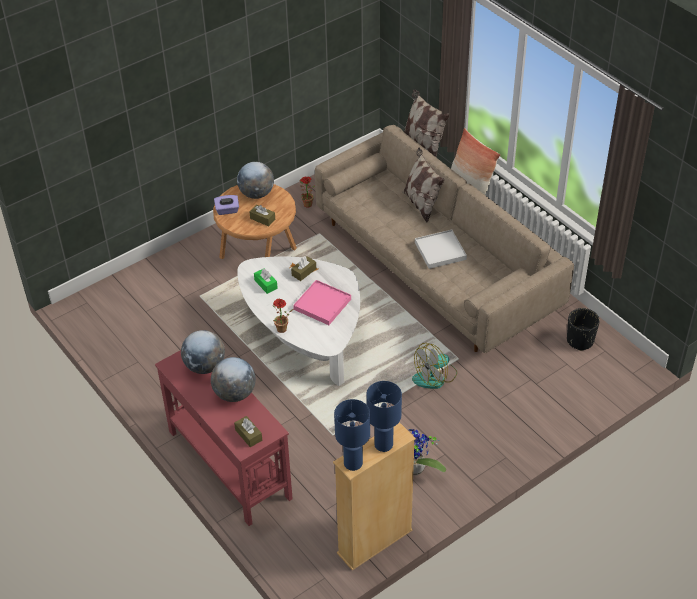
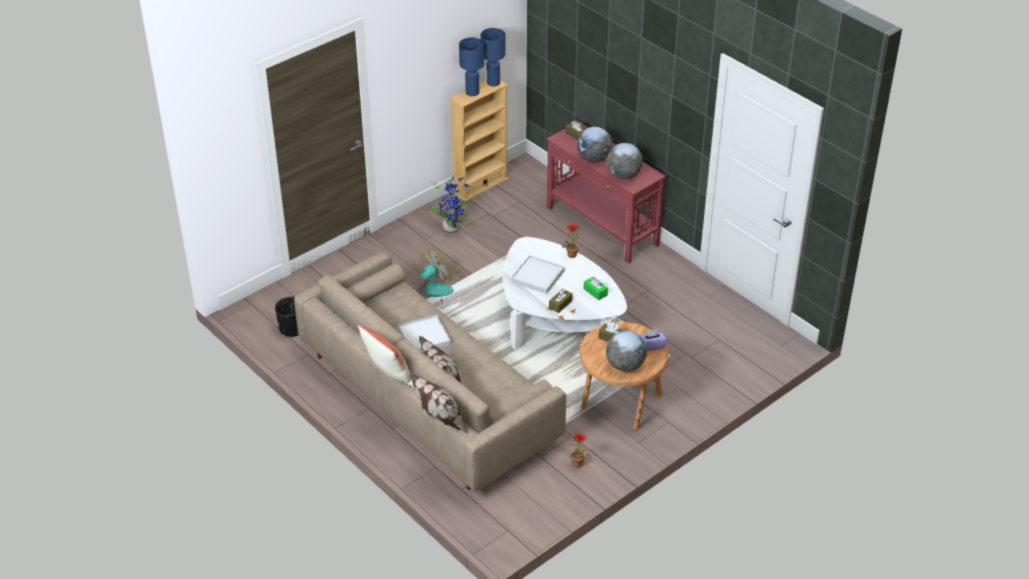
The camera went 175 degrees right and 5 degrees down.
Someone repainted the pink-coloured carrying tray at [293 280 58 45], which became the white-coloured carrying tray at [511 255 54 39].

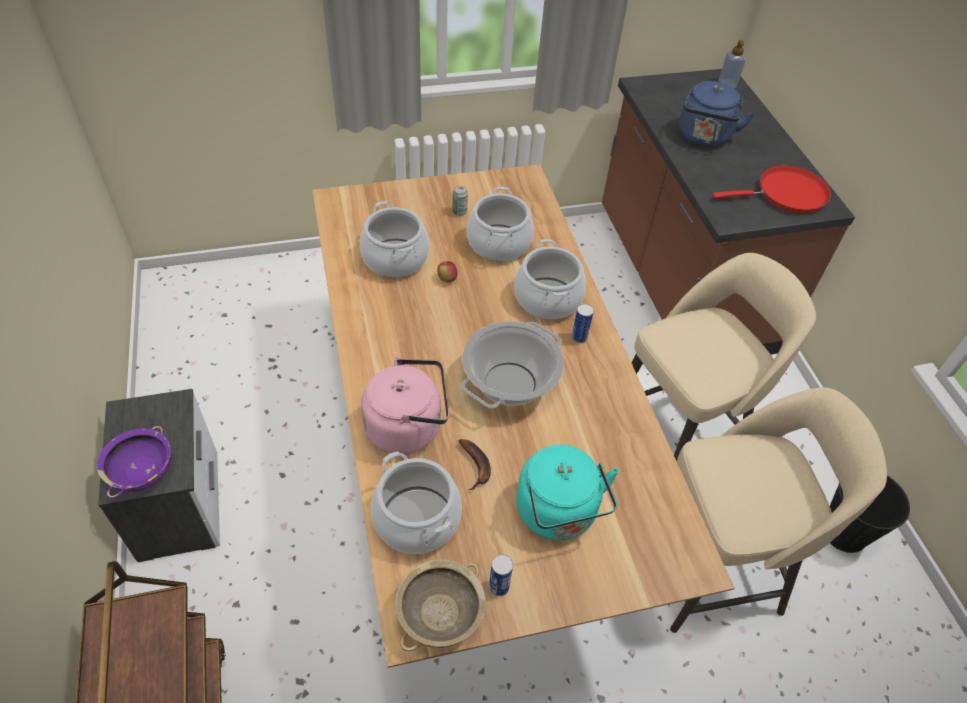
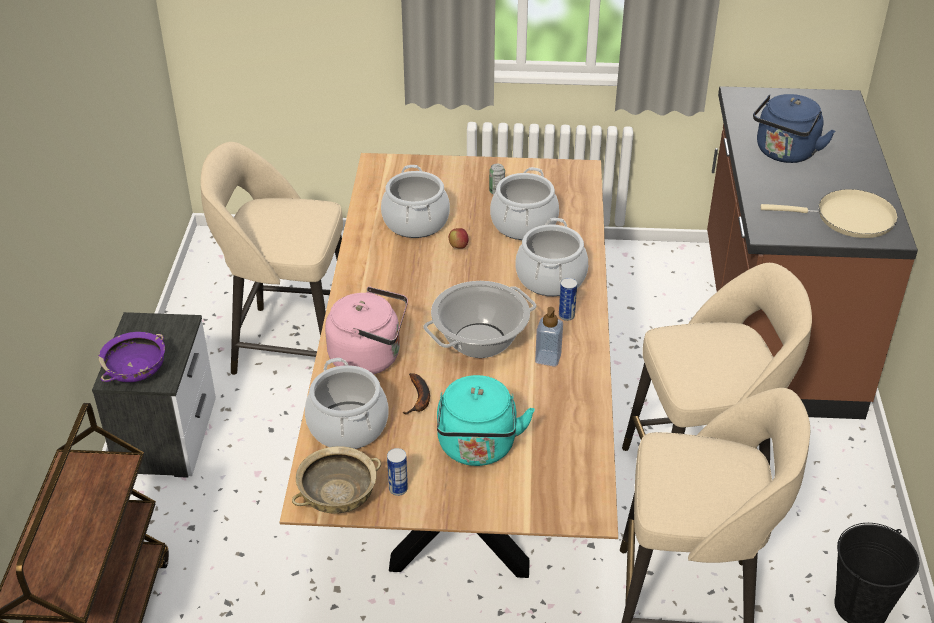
The camera went 20 degrees right and 10 degrees down.
Someone put down the sand-coloured stool seat at [201 142 142 233].
Someone carried the soap dispenser from [719 40 27 48] to [535 307 28 60].
Someone repainted the red-coloured skillet at [713 165 118 48], which became the sand-coloured skillet at [760 189 138 49].

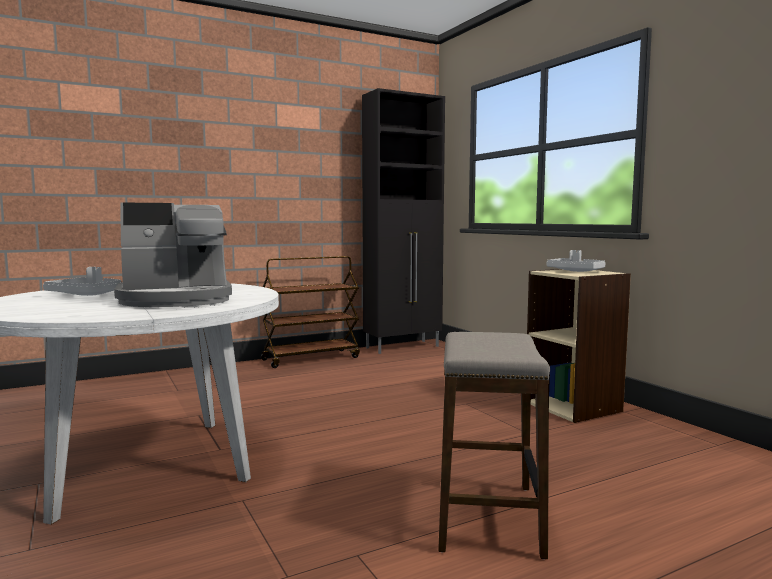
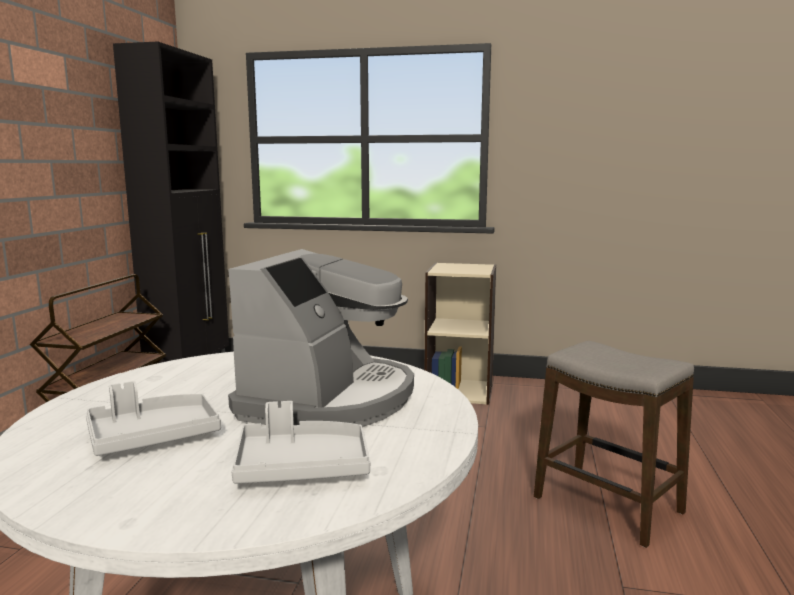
The camera went 50 degrees left and 5 degrees up.
Someone carried the greyish carrying tray from [547 250 58 22] to [231 401 139 83].

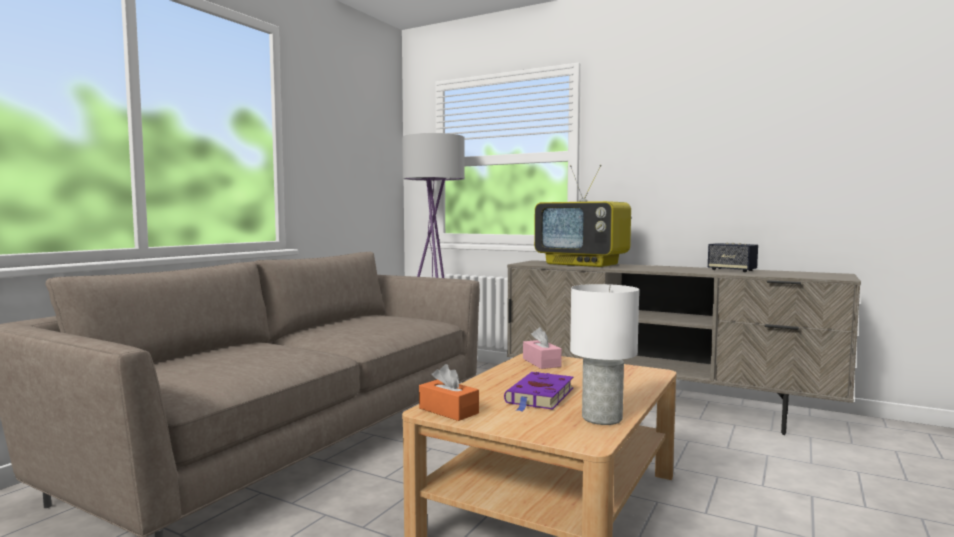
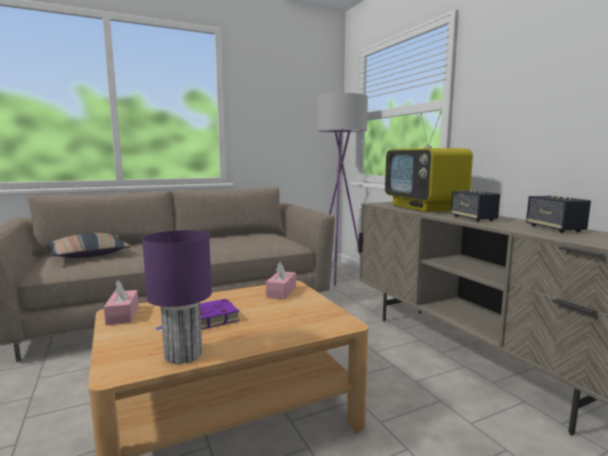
The camera went 35 degrees right and 5 degrees up.
Someone put down the cushion at [47 233 84 25].
Someone put down the speaker at [451 190 49 32].
Someone repainted the orange-coloured tissue box at [419 364 60 57], which became the pink-coloured tissue box at [104 281 35 44].
Someone repainted the white-coloured tabletop lamp at [570 284 69 141], which became the purplish tabletop lamp at [142 230 70 134].

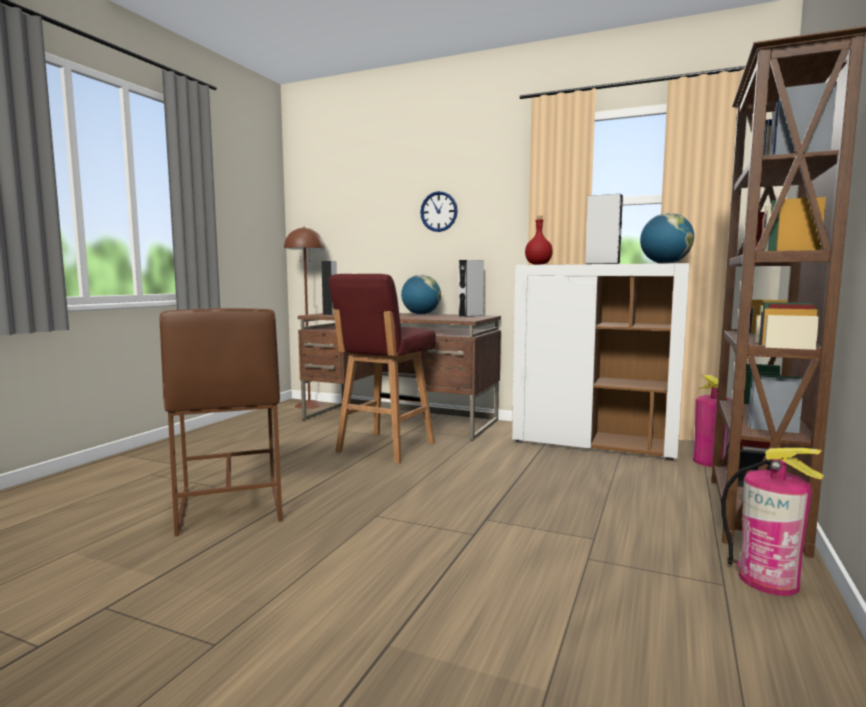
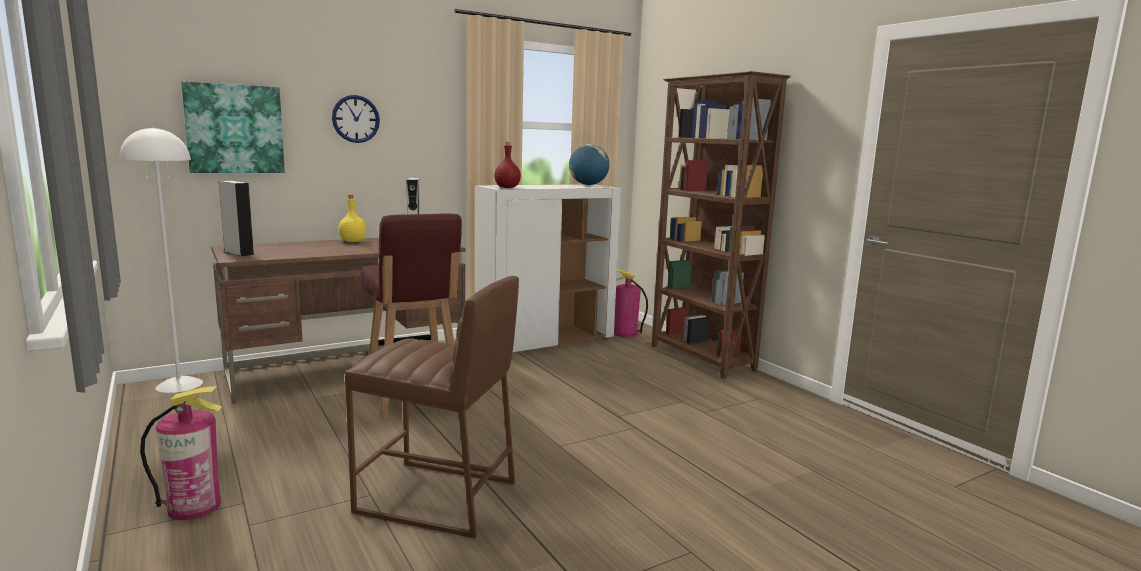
The camera went 55 degrees left and 5 degrees up.
Someone took away the greyish speaker at [585 194 38 70].
Someone put up the wall picture at [181 81 104 92].
Someone carried the fire-fighting cylinder from [721 448 103 148] to [140 386 82 134].
Someone swapped the desk globe at [401 275 40 40] for the yellowish drink bottle at [338 195 28 47].
Someone repainted the brownish standard lamp at [284 227 41 182], which became the white-coloured standard lamp at [120 126 83 267].

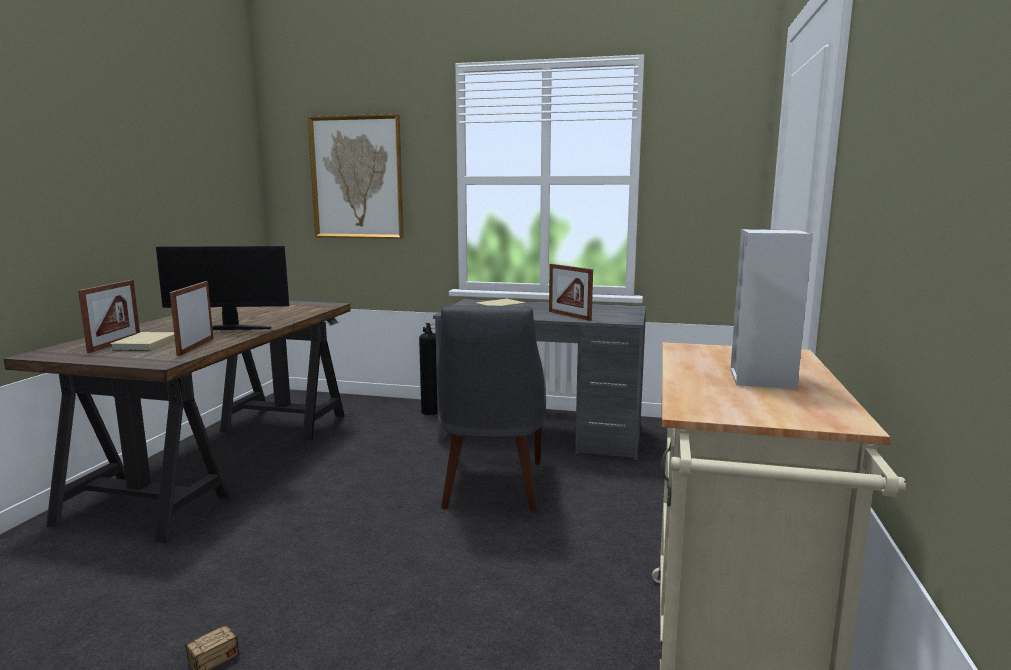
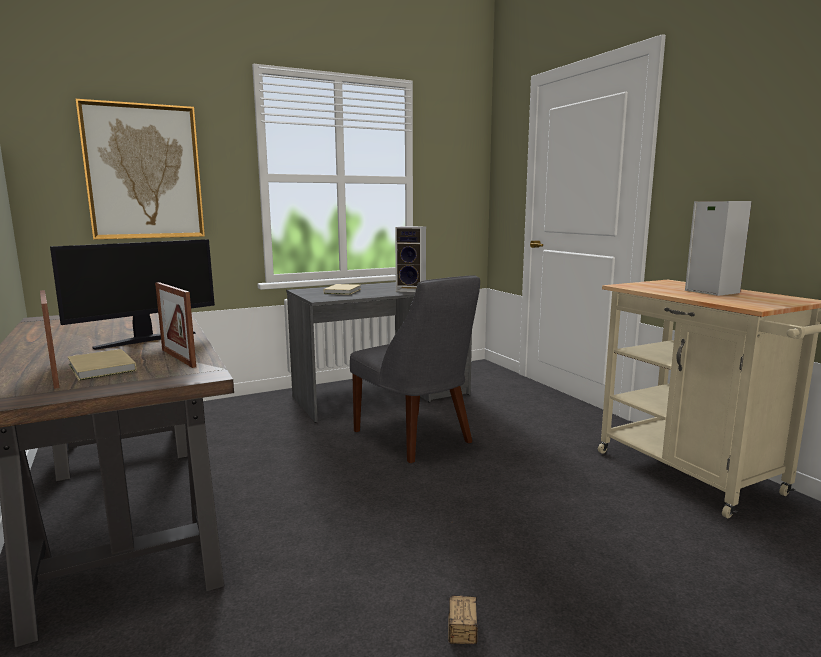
The camera went 40 degrees left and 0 degrees up.
Someone took away the fire-fighting cylinder at [419 323 19 92].
Someone swapped the photo frame at [549 264 44 57] for the speaker at [395 226 31 66].

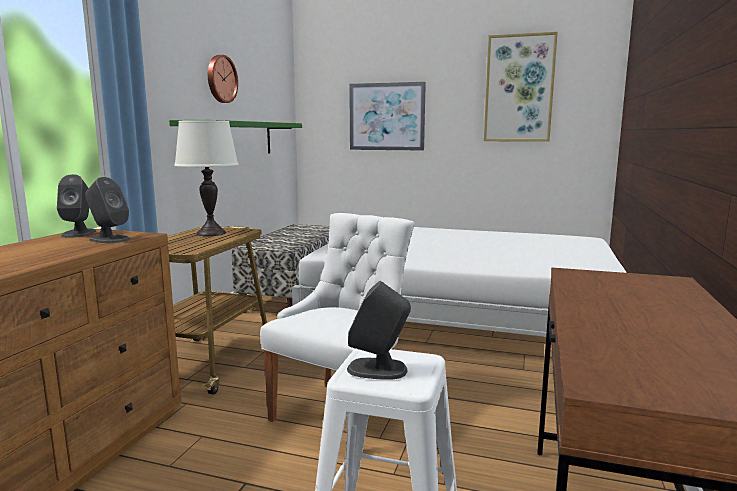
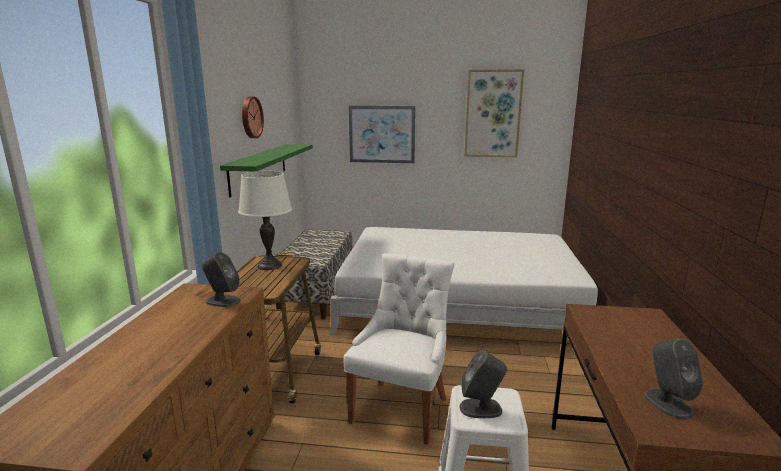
The camera went 10 degrees left and 5 degrees up.
Someone carried the greyish speaker from [57 174 39 64] to [643 339 60 81].

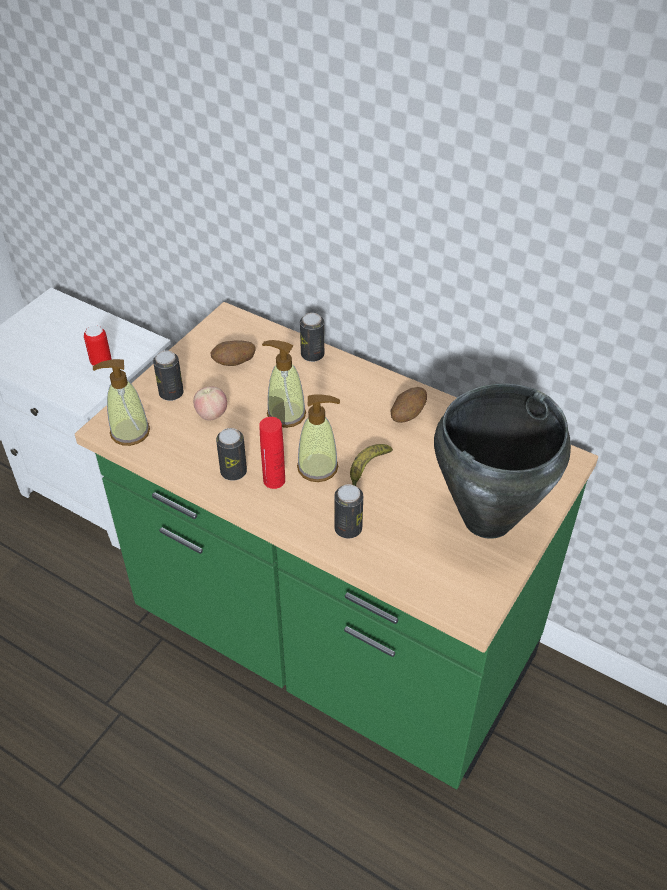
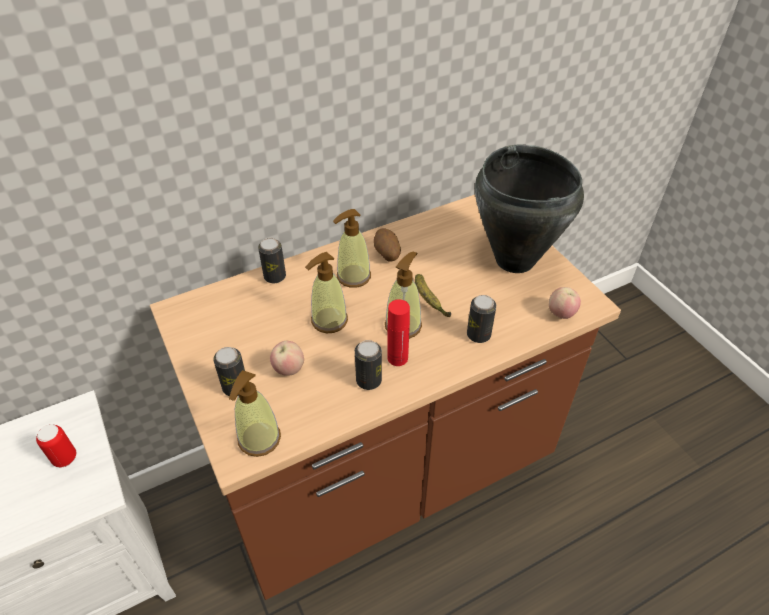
The camera went 60 degrees left and 0 degrees up.
Someone took away the potato at [210 340 46 26].
Someone put down the soap dispenser at [333 209 38 79].
Someone put down the whole apple at [549 287 32 32].
Someone repainted the greenish kitchen base unit at [75 302 523 487], which became the brownish kitchen base unit at [150 195 471 405].

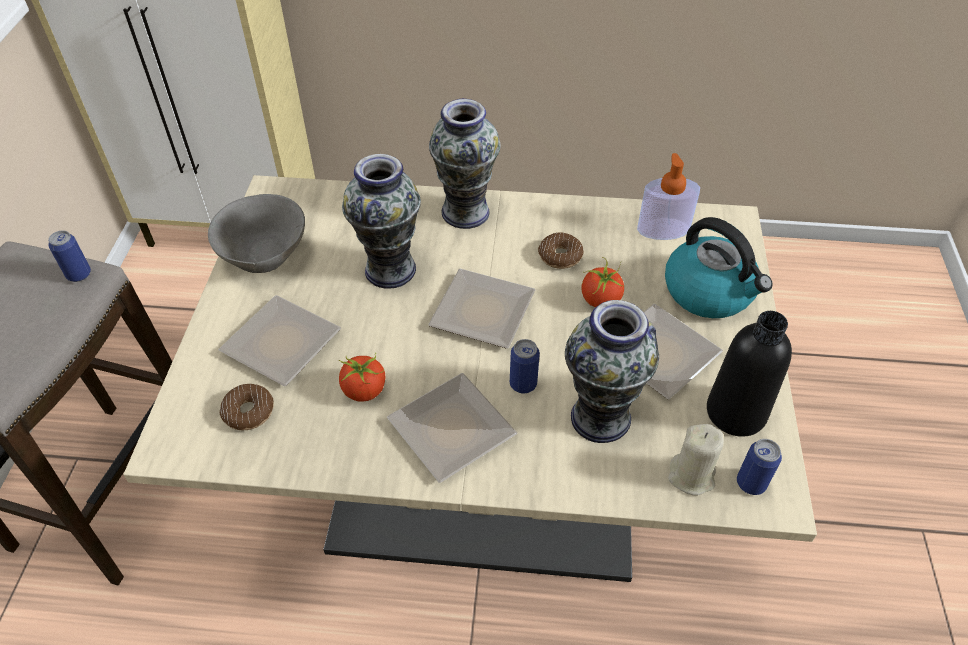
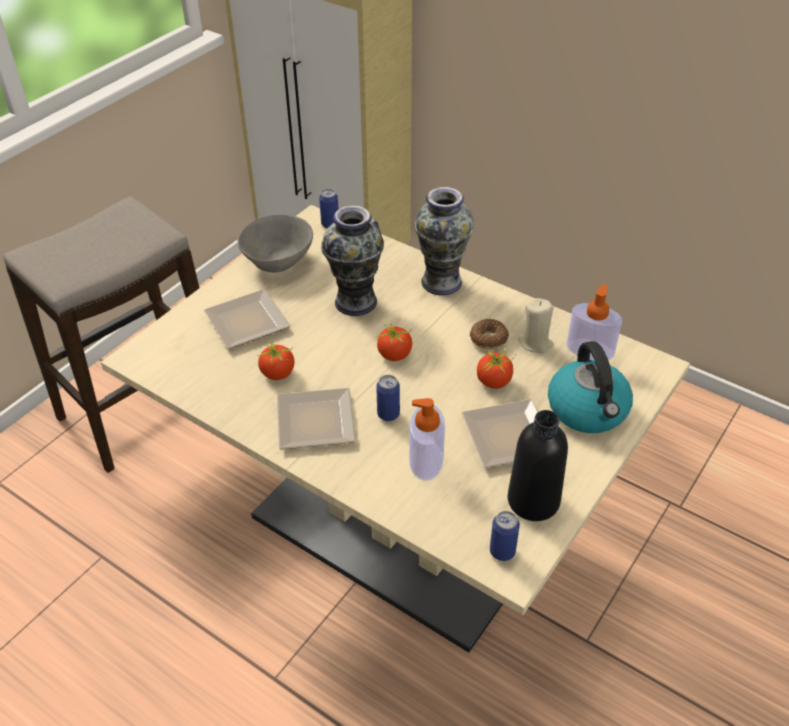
The camera went 30 degrees right and 5 degrees down.
Someone took away the donut at [220 384 54 46].
Someone carried the metal can from [48 230 43 52] to [319 189 19 39].
Someone carried the sand-coloured wax candle from [668 424 56 71] to [518 298 36 55].
Someone swapped the plate at [428 269 108 80] for the whole tomato at [377 324 35 37].
Someone swapped the decorative vase at [565 300 94 143] for the soap dispenser at [409 398 36 83].

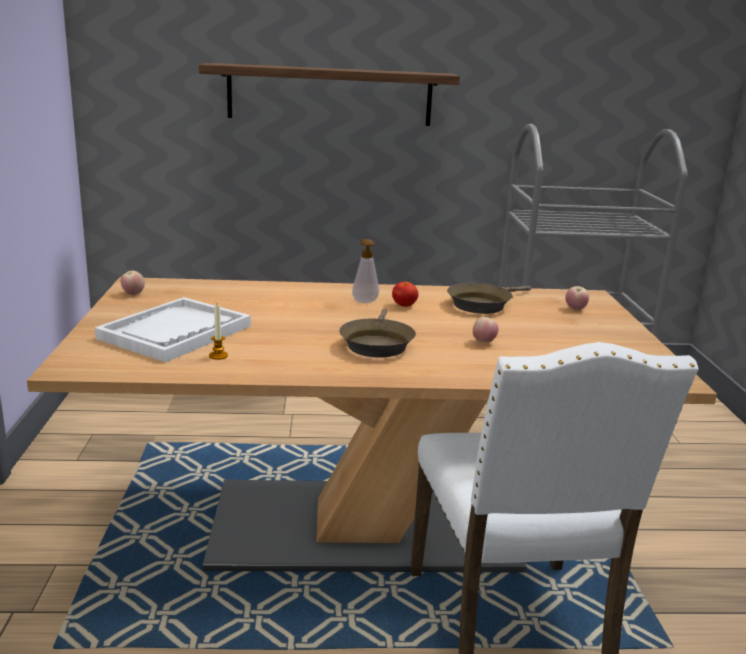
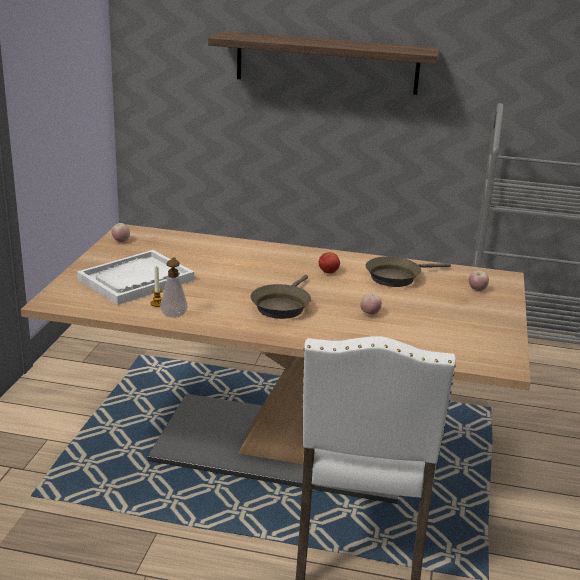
The camera went 15 degrees right and 5 degrees up.
Someone carried the soap dispenser from [352 239 27 64] to [160 257 28 60].

